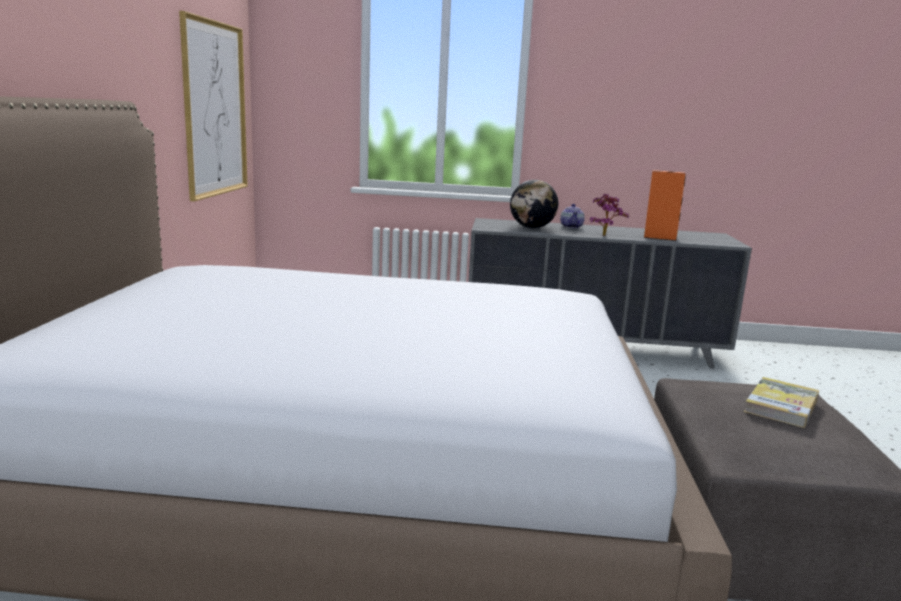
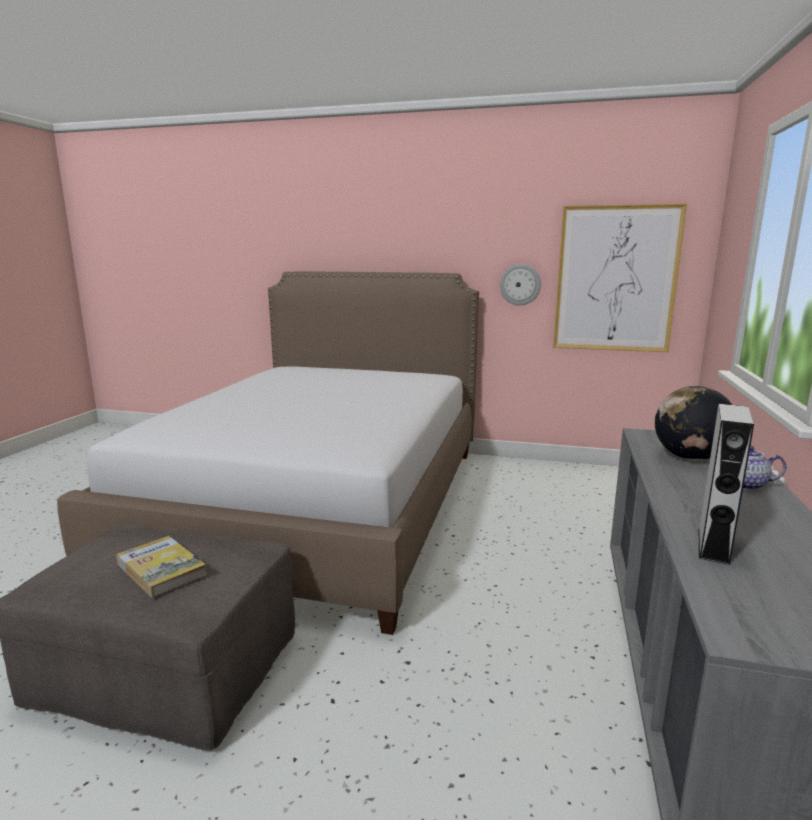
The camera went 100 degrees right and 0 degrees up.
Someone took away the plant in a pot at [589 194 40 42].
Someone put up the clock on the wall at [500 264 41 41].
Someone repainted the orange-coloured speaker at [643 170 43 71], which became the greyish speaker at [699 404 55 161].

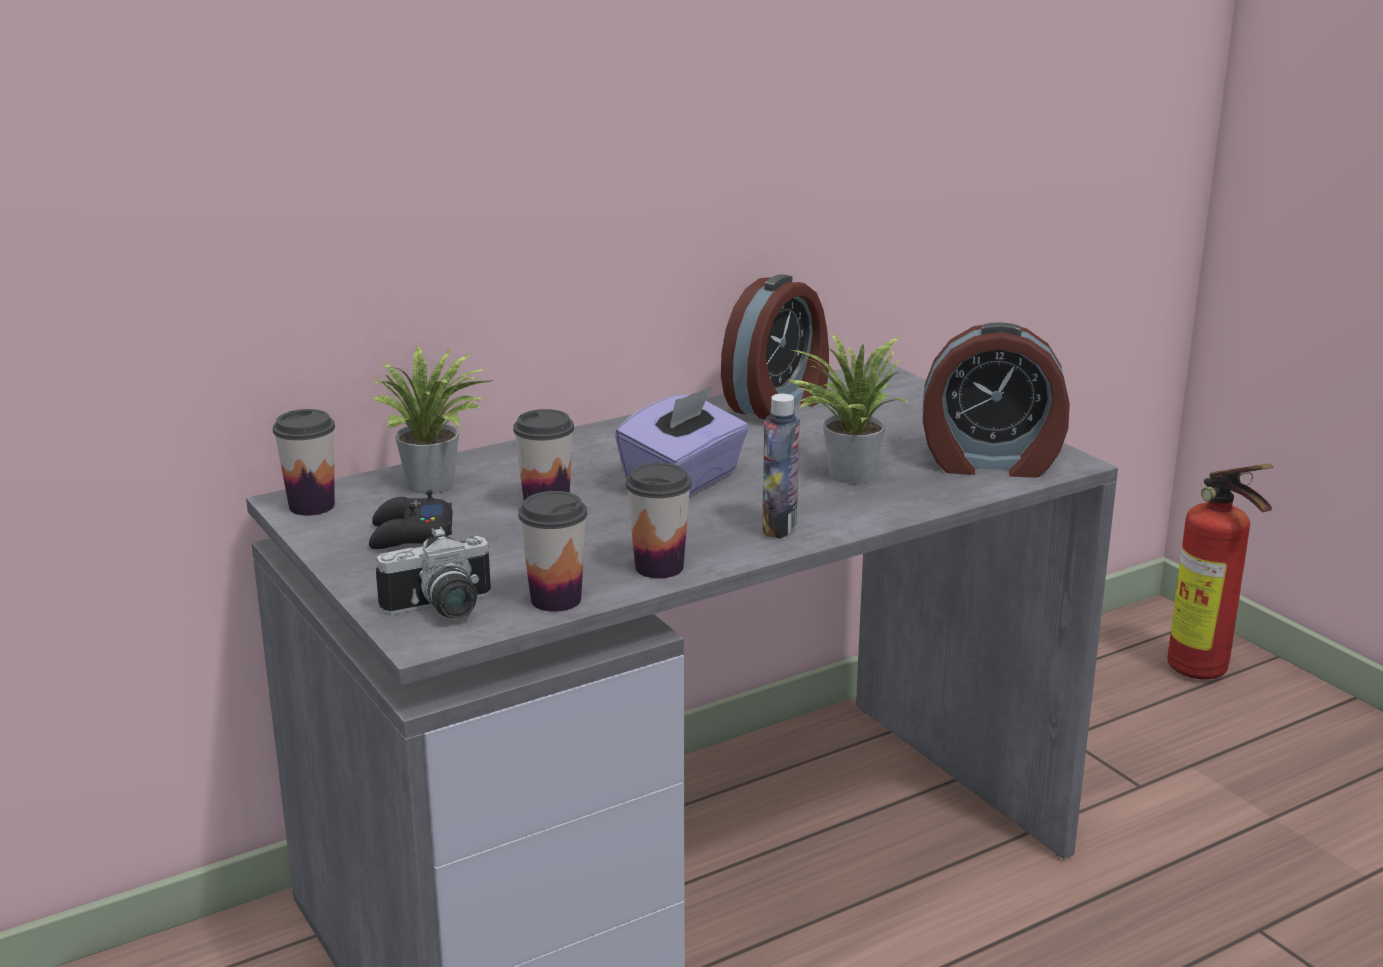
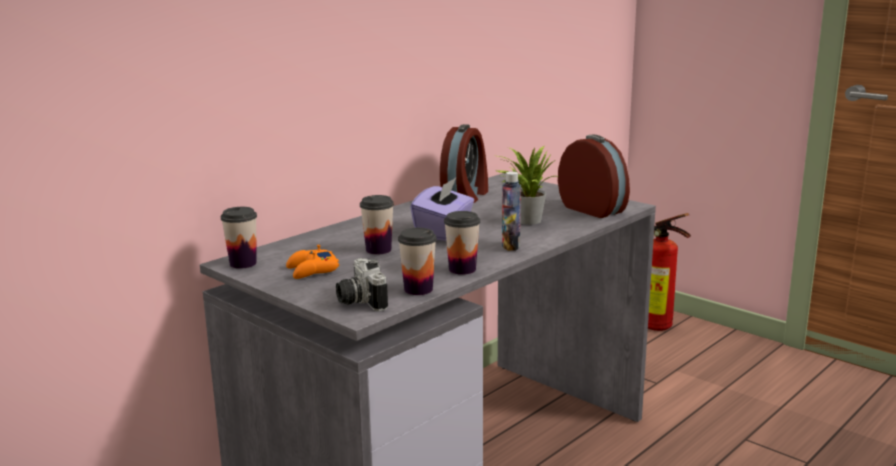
The camera went 15 degrees left and 5 degrees down.
Someone took away the plant in a pot at [373 345 123 149].
Someone repainted the black game controller at [369 490 84 59], which became the orange-coloured game controller at [286 245 53 34].
Someone rotated the still camera at [376 527 115 91] by 105 degrees clockwise.
Someone rotated the table clock at [923 322 147 156] by 120 degrees counterclockwise.

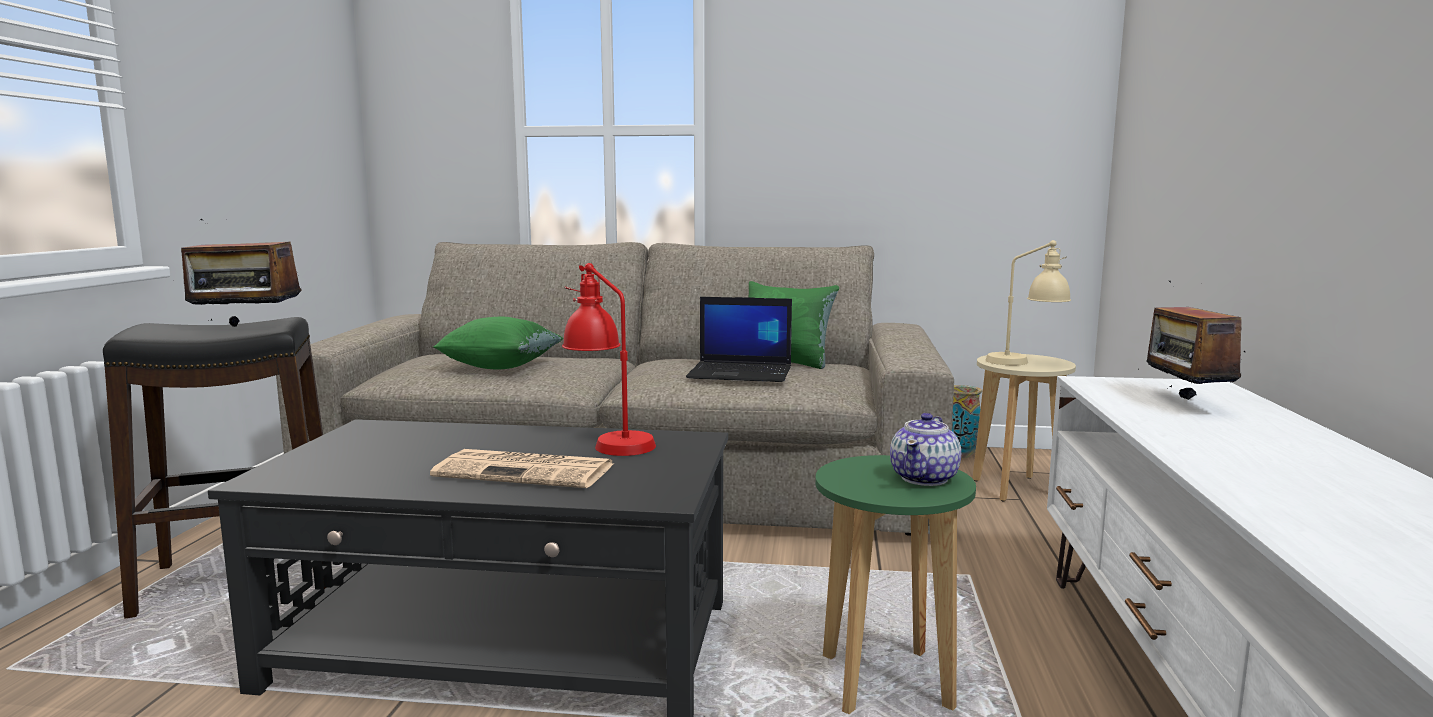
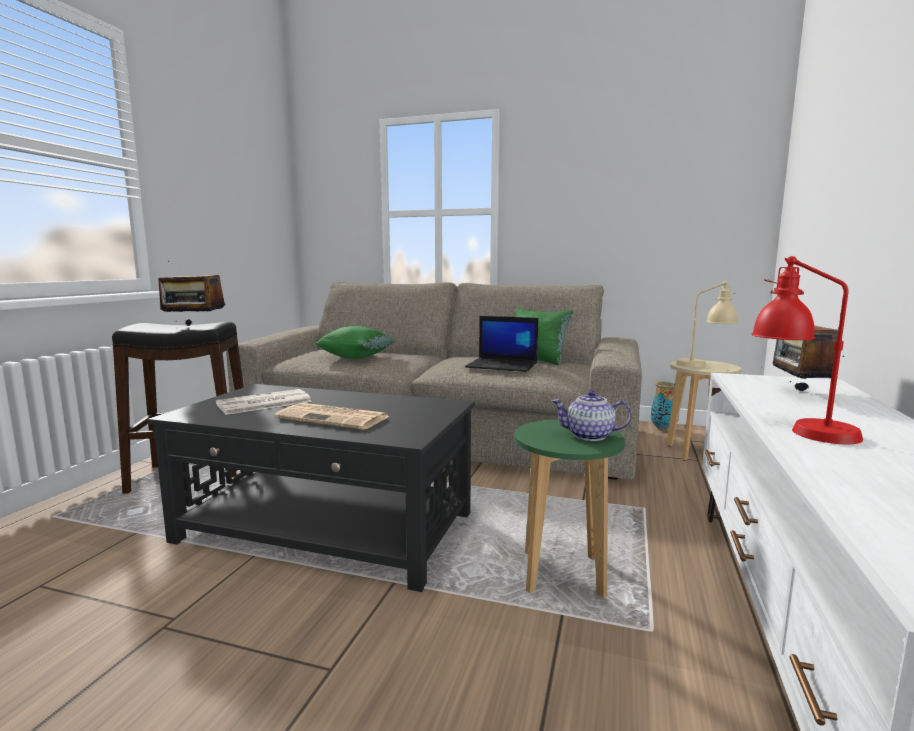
The camera went 10 degrees right and 0 degrees up.
Someone put down the printed paper at [216 389 96 26].
Someone carried the red-coloured tabletop lamp from [562 263 94 193] to [751 256 112 188].
Someone rotated the pot for tea at [890 413 71 73] by 60 degrees clockwise.

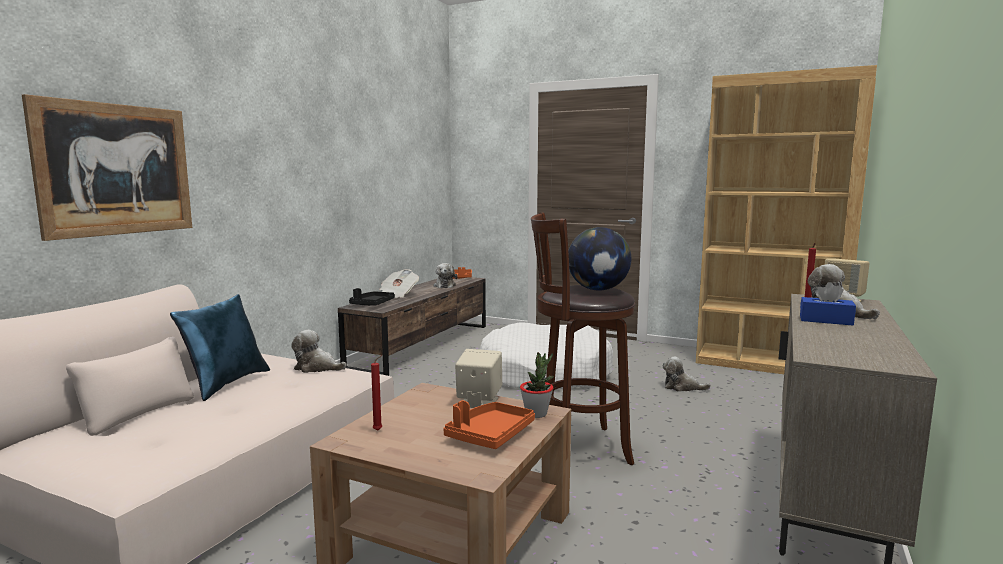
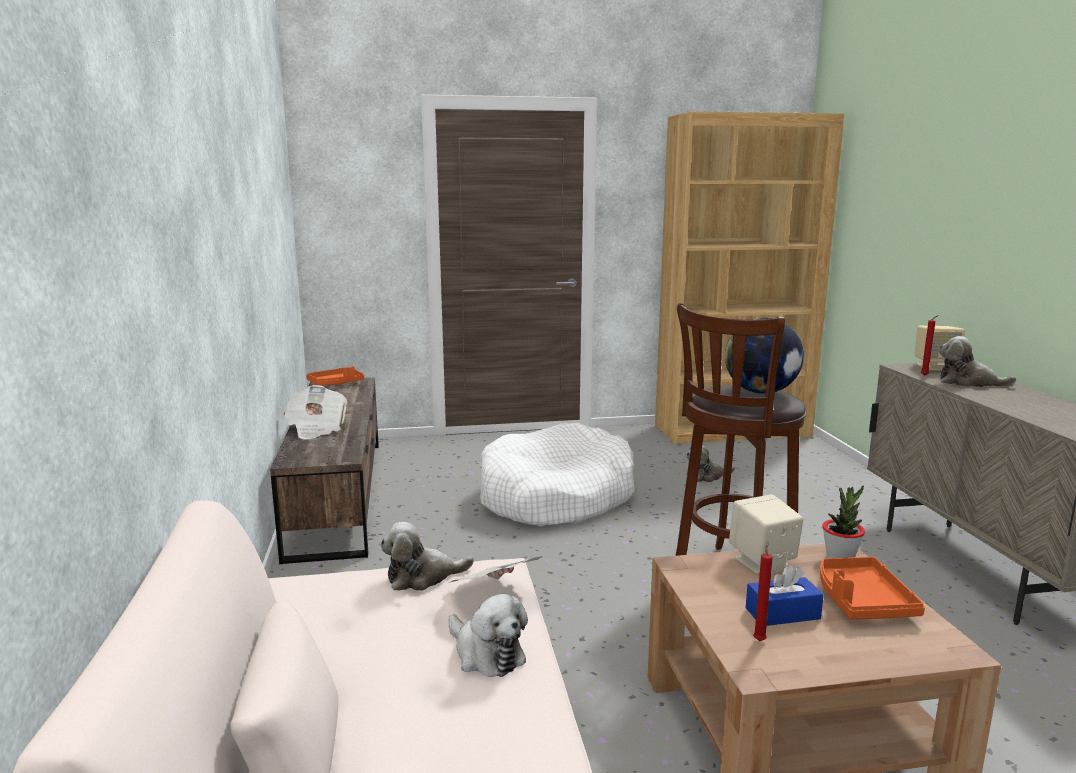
The camera went 35 degrees left and 5 degrees up.
Someone took away the wall picture at [22 94 170 147].
Someone took away the blue cushion at [170 294 100 107].
Someone took away the black carrying tray at [349 288 46 18].
Someone put down the printed paper at [448 556 95 27].
Someone carried the cuddly toy from [434 263 24 25] to [448 594 80 83].
Someone carried the blue tissue box from [800 282 56 43] to [746 565 78 61].

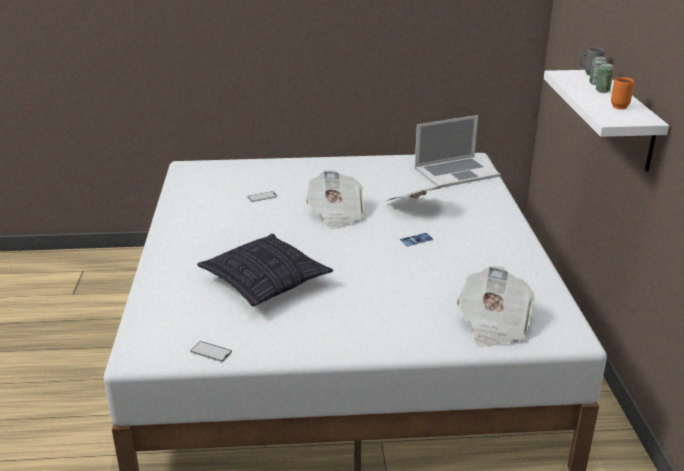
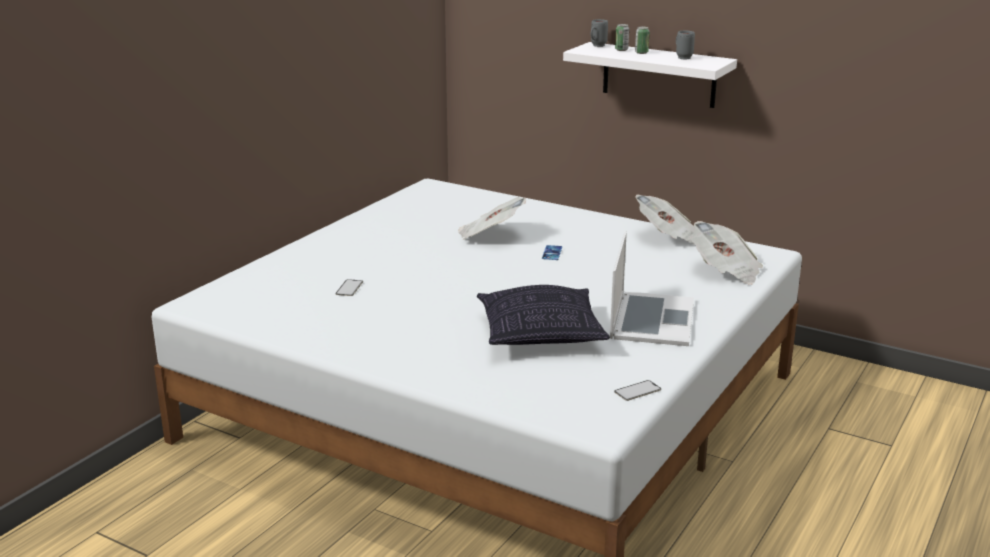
The camera went 55 degrees left and 5 degrees down.
Someone carried the printed paper from [306 170 58 60] to [635 195 60 50].
Someone carried the notebook computer from [415 115 85 72] to [610 232 84 114].
Someone repainted the orange-coloured tea mug at [611 77 23 32], which became the greyish tea mug at [676 31 19 28].

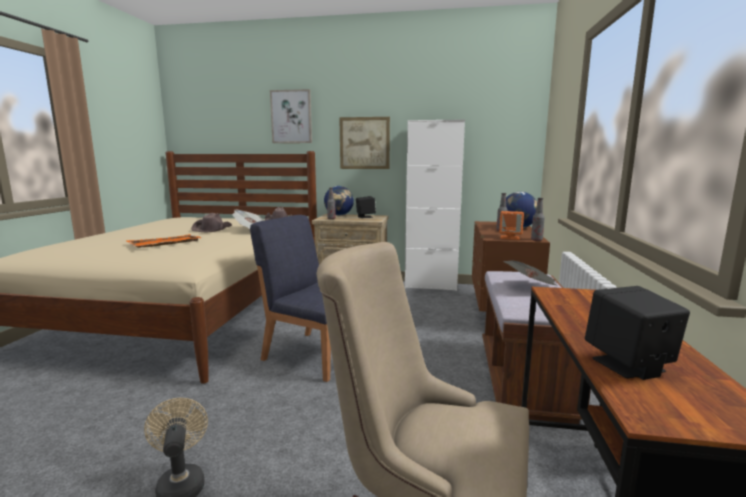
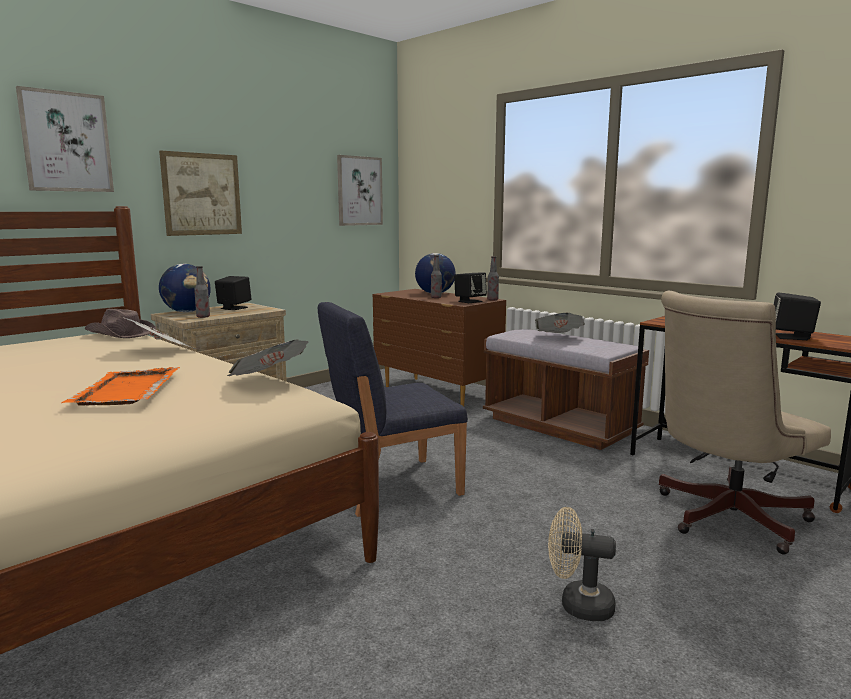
The camera went 55 degrees left and 0 degrees up.
Someone took away the brownish wearable hat at [191 213 41 19].
Someone took away the white-coloured storage cabinet at [405 119 60 172].
Someone put down the printed paper at [227 339 82 37].
Someone put up the wall picture at [337 155 46 71].
Someone repainted the orange-coloured speaker at [499 211 25 29], which became the black speaker at [454 272 33 31].

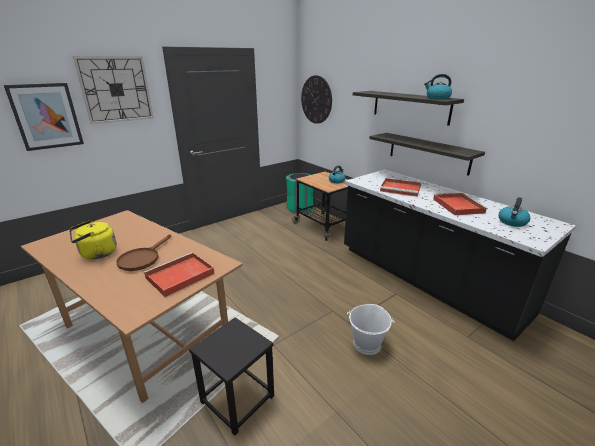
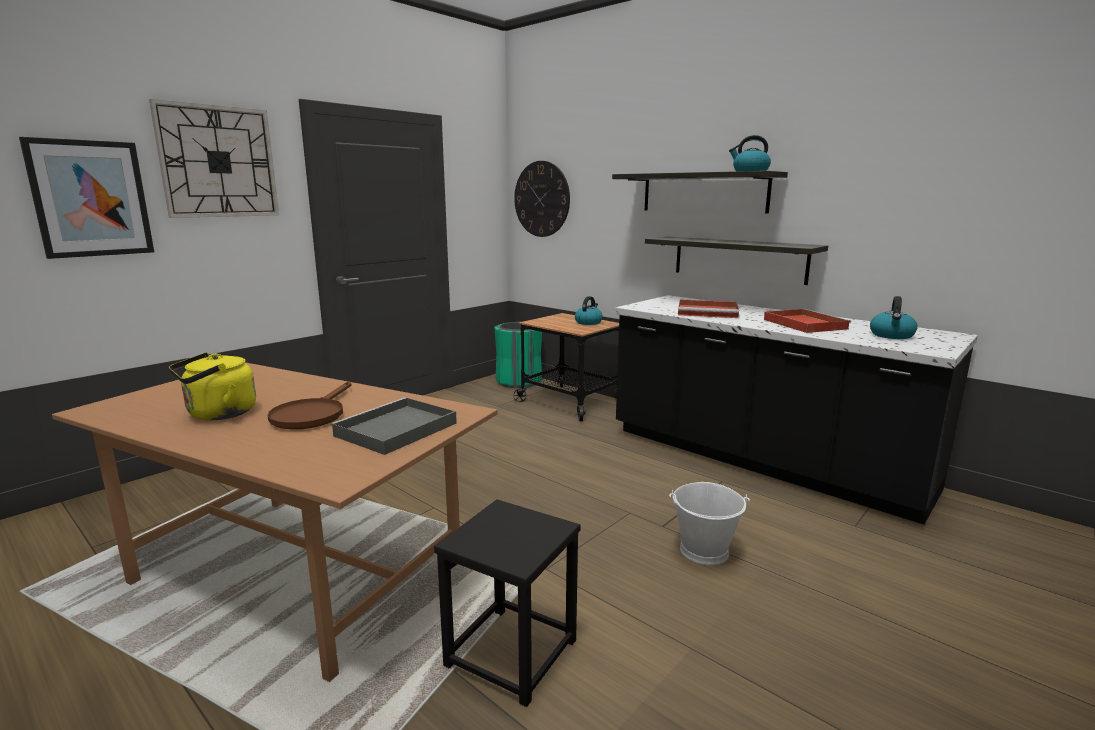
The camera went 10 degrees left and 10 degrees down.
Someone repainted the red-coloured carrying tray at [144 252 71 45], which became the greyish carrying tray at [330 397 127 58].

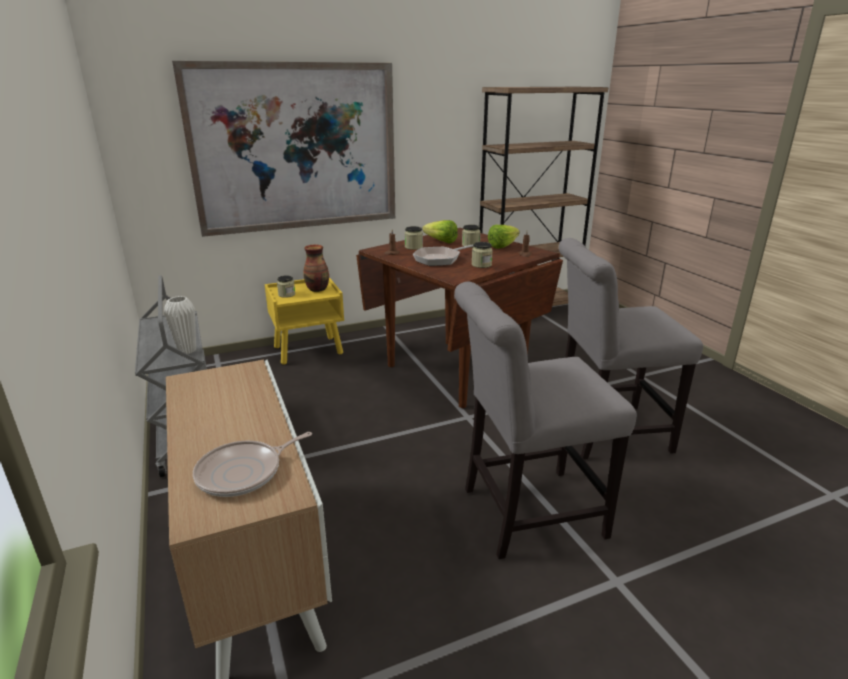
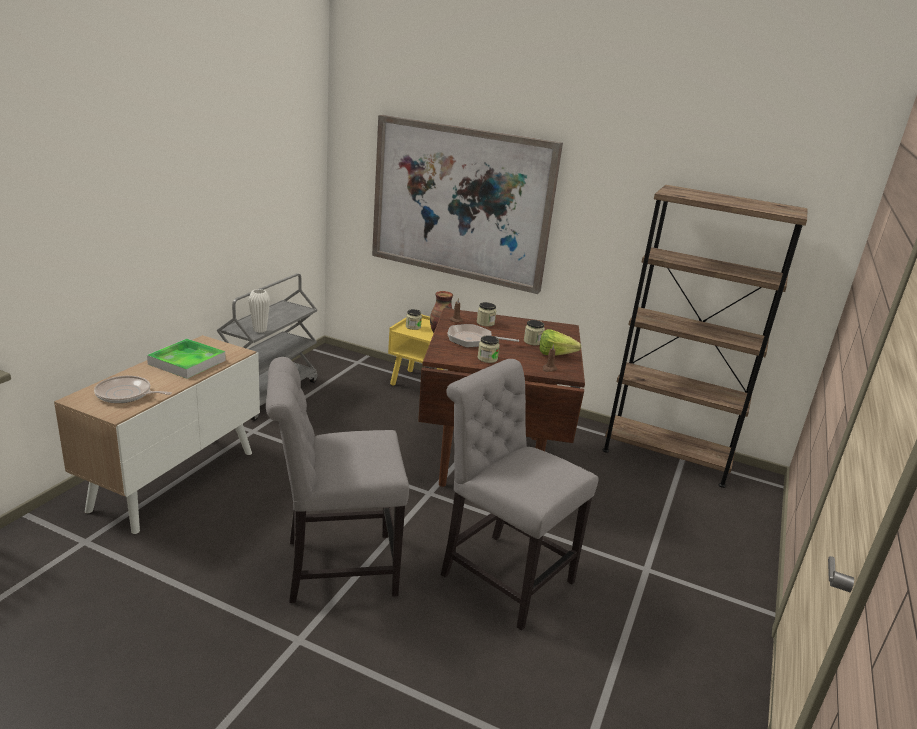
The camera went 45 degrees right and 0 degrees up.
Someone took away the lettuce at [423 220 35 23].
Someone put down the carrying tray at [147 339 79 40].
Someone rotated the greyish plain chair at [454 282 183 277] by 45 degrees counterclockwise.

